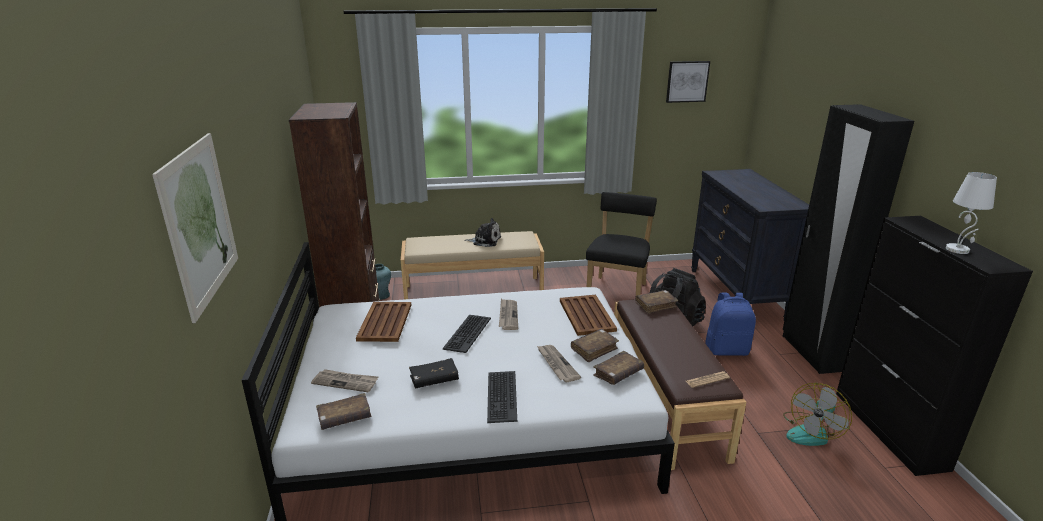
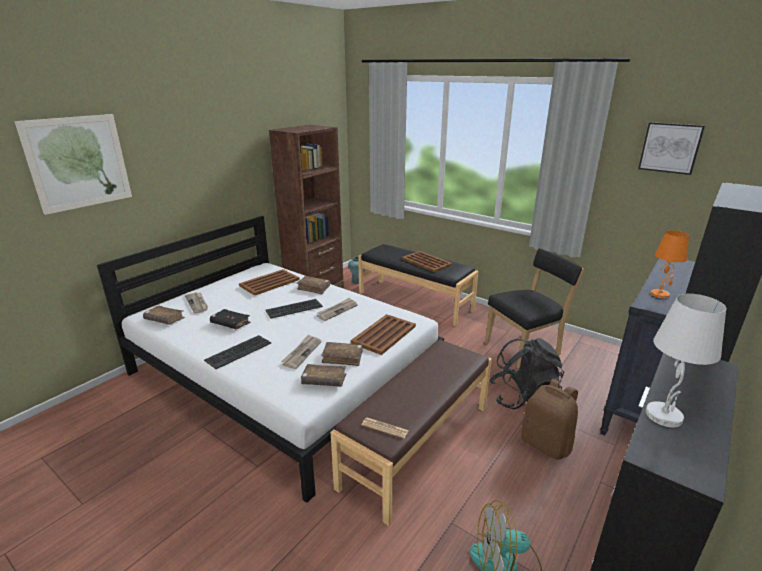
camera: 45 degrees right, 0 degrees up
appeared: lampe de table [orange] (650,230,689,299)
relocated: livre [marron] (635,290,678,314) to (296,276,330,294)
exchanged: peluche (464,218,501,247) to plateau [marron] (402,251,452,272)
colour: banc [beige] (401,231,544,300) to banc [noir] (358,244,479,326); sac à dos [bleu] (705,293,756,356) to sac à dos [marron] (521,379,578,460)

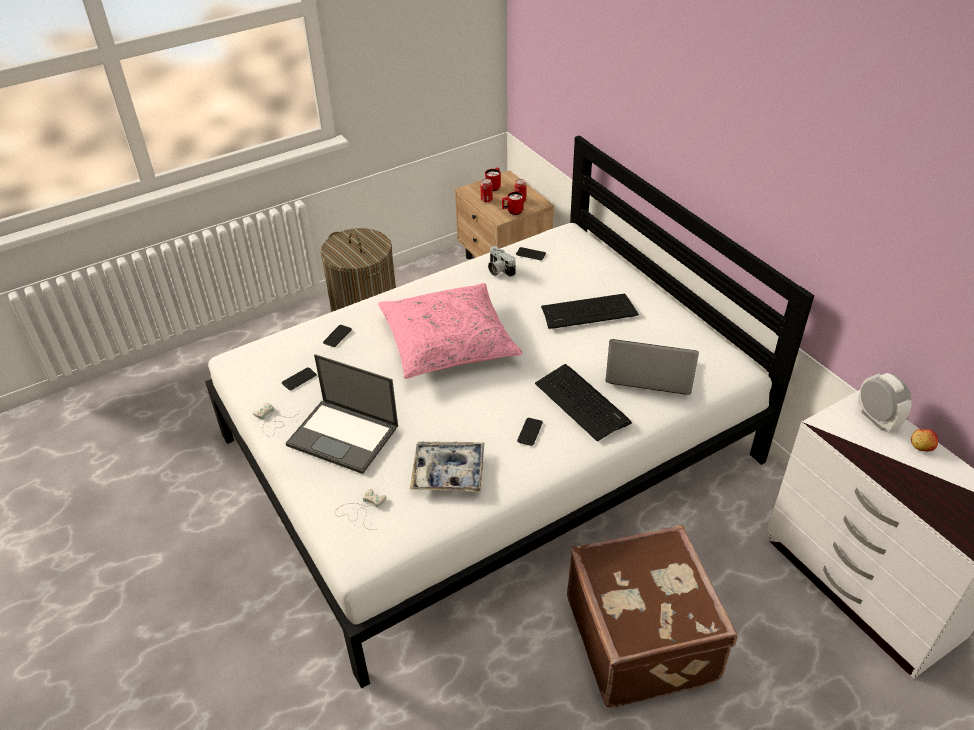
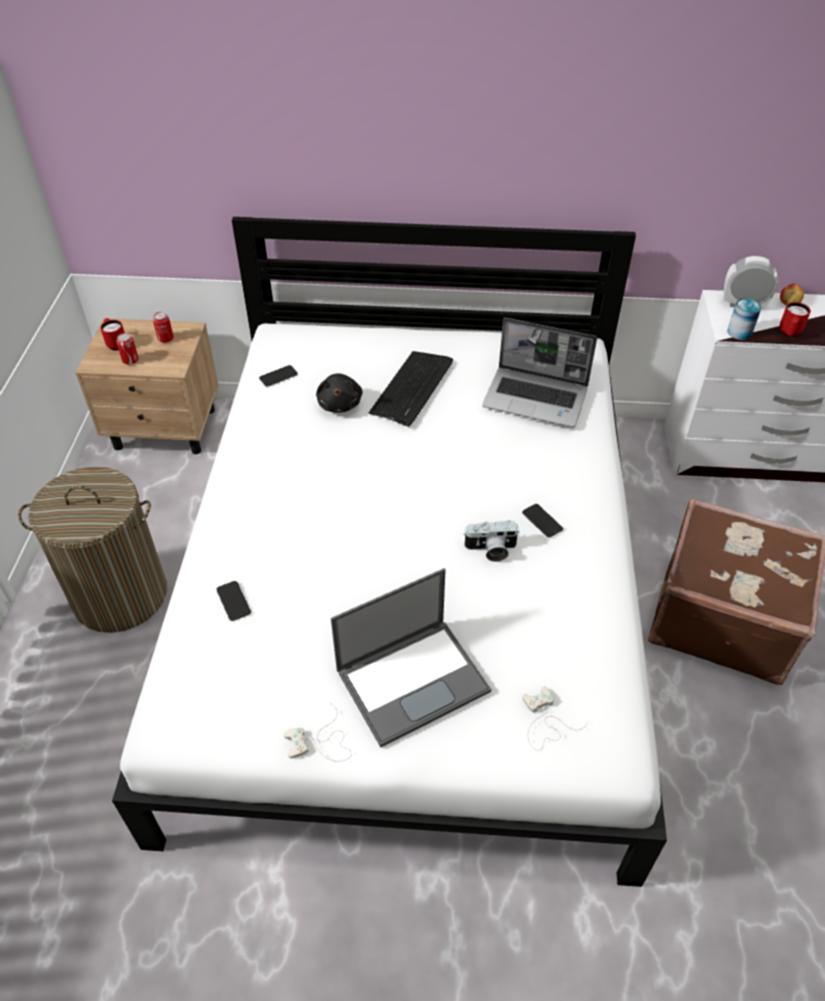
camera: 55 degrees left, 5 degrees up
missing: téléphone (282,367,317,390); coussin [rose] (378,283,523,379); plateau (410,441,484,492); clavier (535,364,632,441)
appeared: peluche [noir] (316,373,363,413); boîte métallique (727,298,762,340)
relocated: appareil photo (488,246,515,277) to (463,521,520,562); mug [rouge] (502,192,524,215) to (780,302,811,336)
spun: ordinateur portable (606,339,699,395) = (482,318,597,427) 120 degrees counterclockwise

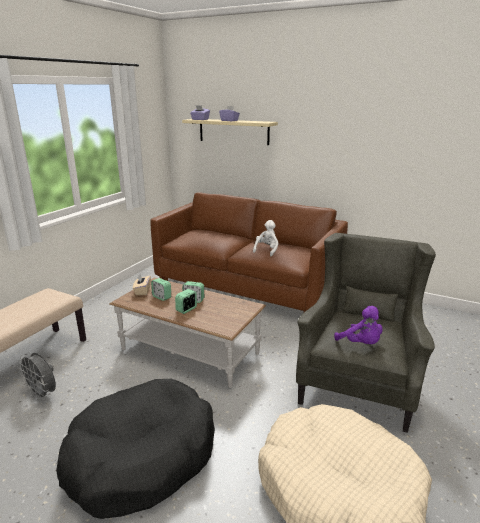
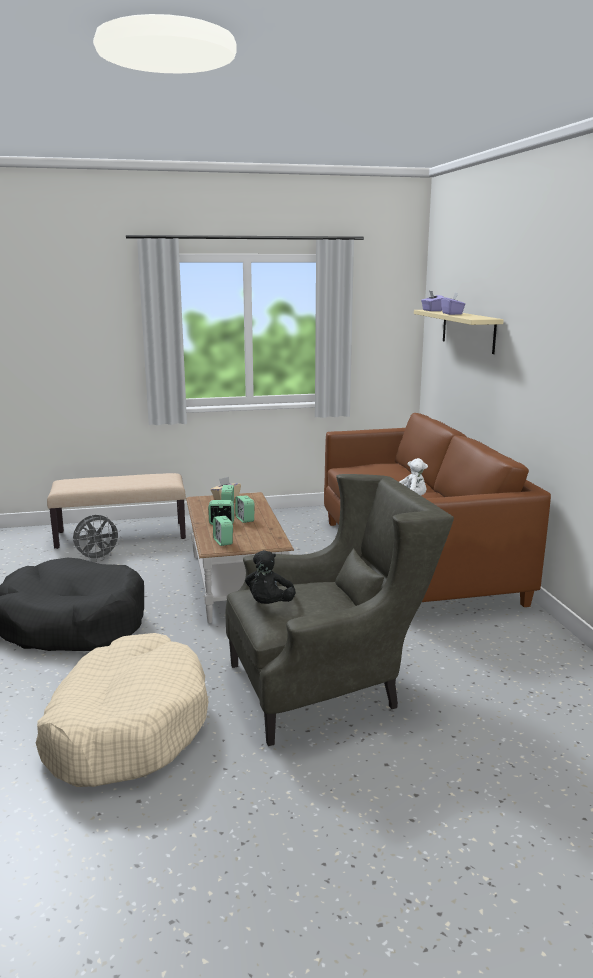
camera: 50 degrees right, 5 degrees down
appeared: réveil (213,516,233,546)
colour: peluche [violet] (334,306,383,344) to peluche [noir] (245,550,296,604)
spun: ventilateur [gris] (17,353,56,401) = (73,515,122,562) 120 degrees counterclockwise

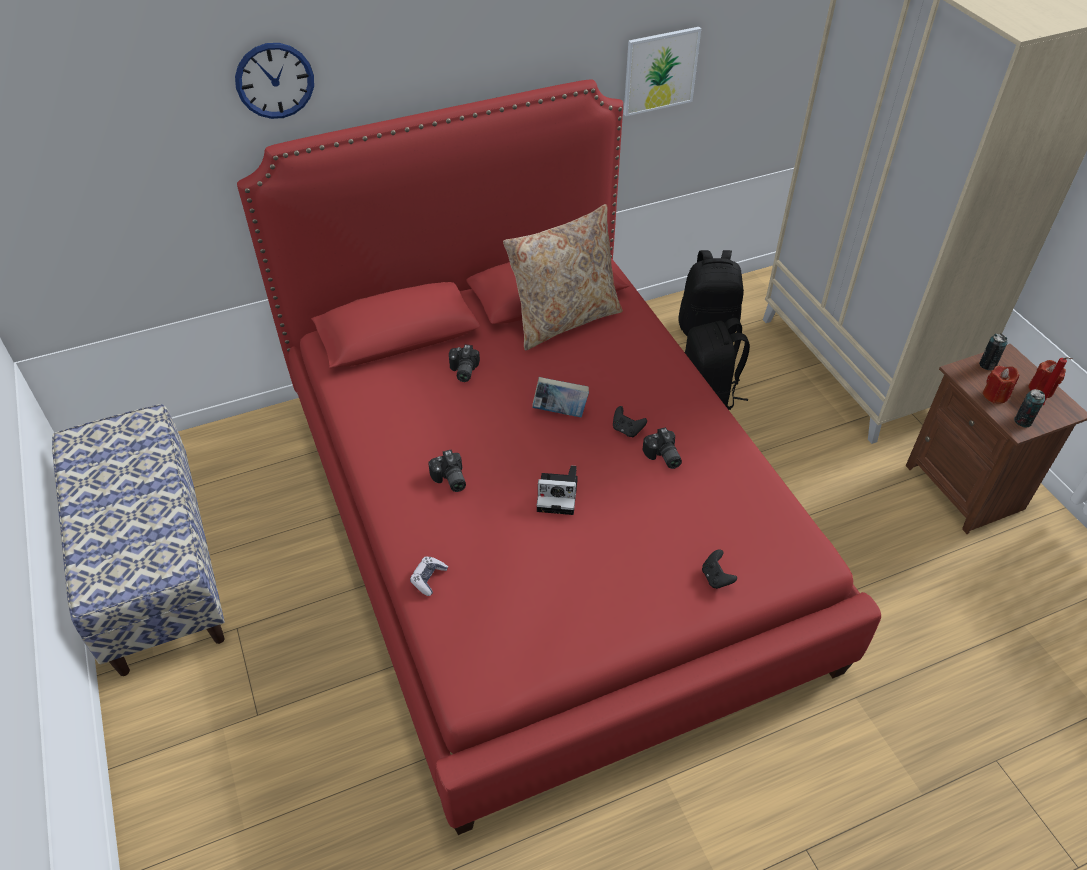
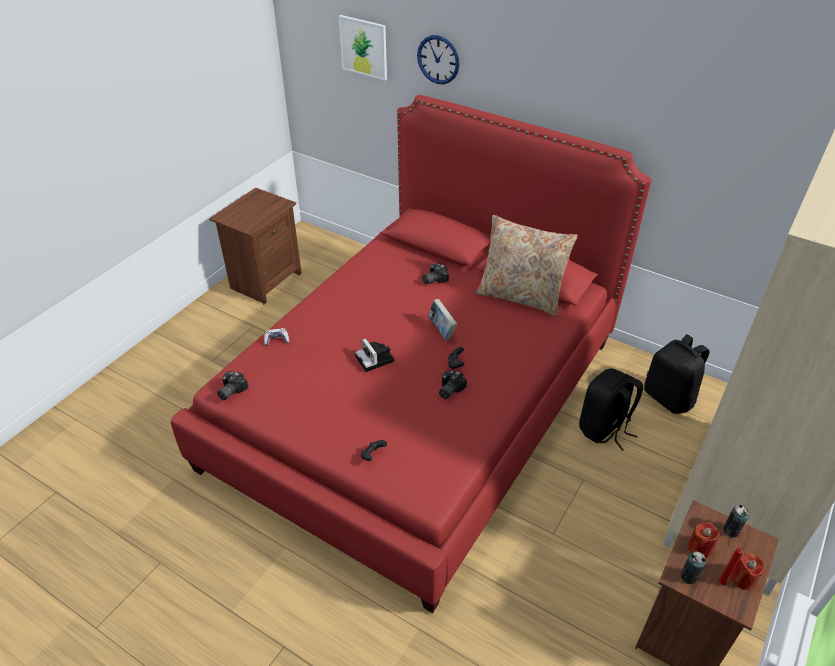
camera: 55 degrees right, 5 degrees down
relocated: appareil photo (428,449,466,492) to (217,371,248,400); tableau (624,27,701,116) to (339,15,387,80)
exchanged: banc (52,404,225,676) to table de chevet [marron] (209,187,302,305)

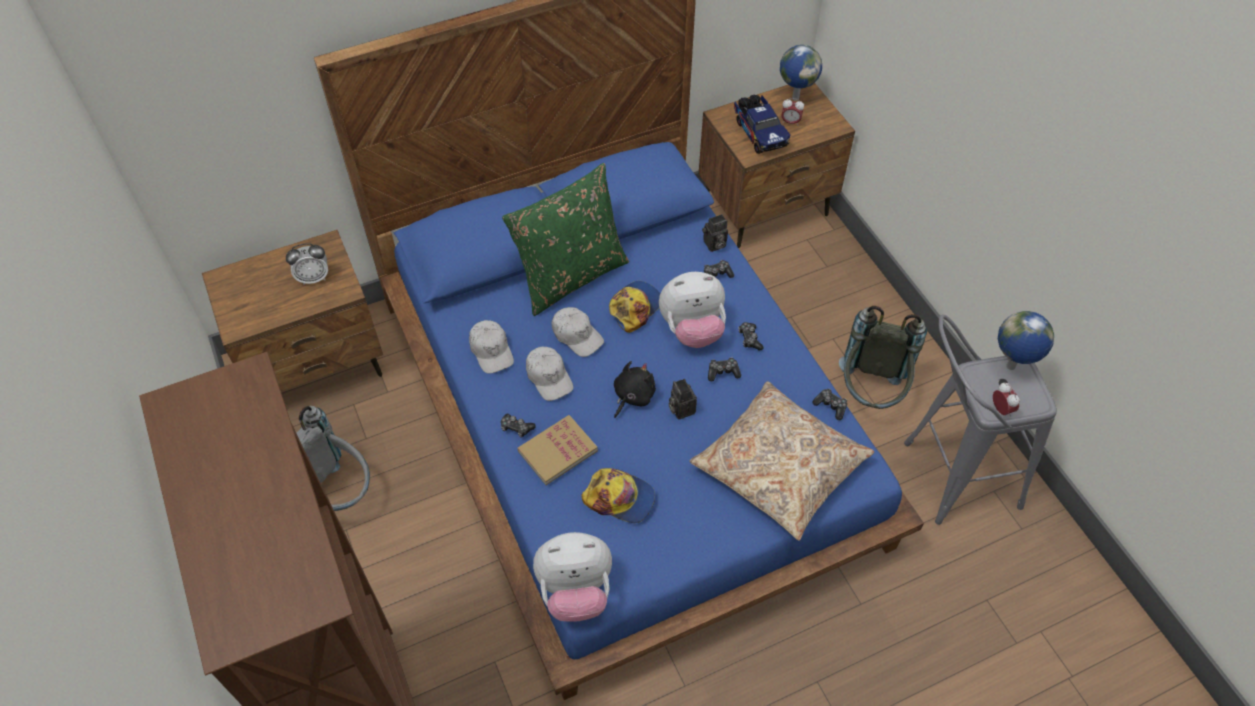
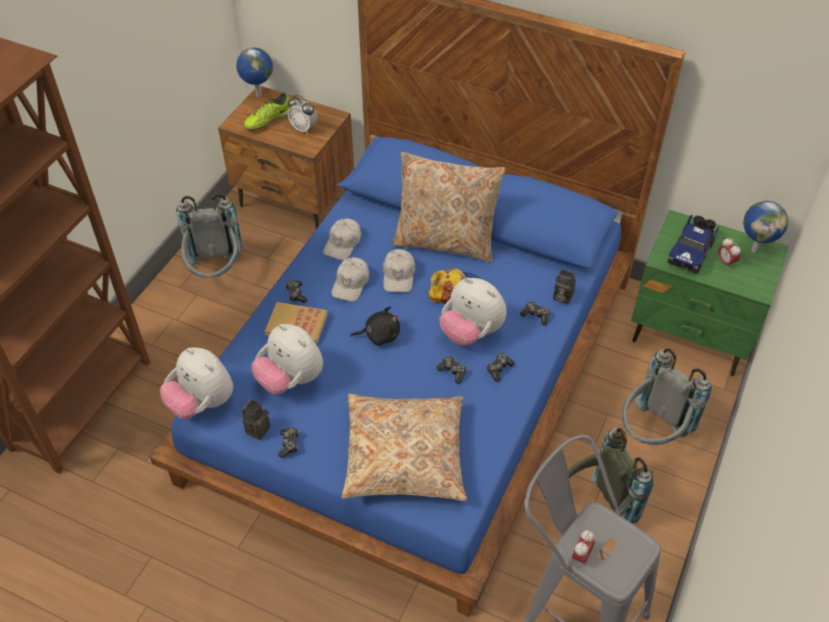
camera: 50 degrees right, 5 degrees down
appeared: chaussure (244,92,290,130); sac à dos [gris] (622,348,712,445)
relocated: appareil photo (669,379,697,420) to (242,398,270,440); manette (812,389,847,420) to (278,427,299,458); globe (998,311,1054,370) to (236,47,273,97)
exchanged: casquette (582,468,655,523) to peluche (252,324,323,395)
colour: coussin [vert] (502,163,629,316) to coussin [beige] (392,152,506,263); table de chevet [marron] (699,83,855,248) to table de chevet [vert] (631,210,789,376)

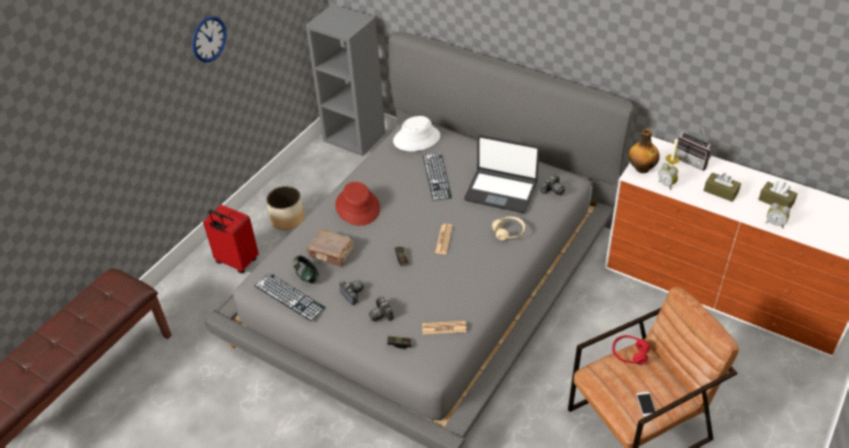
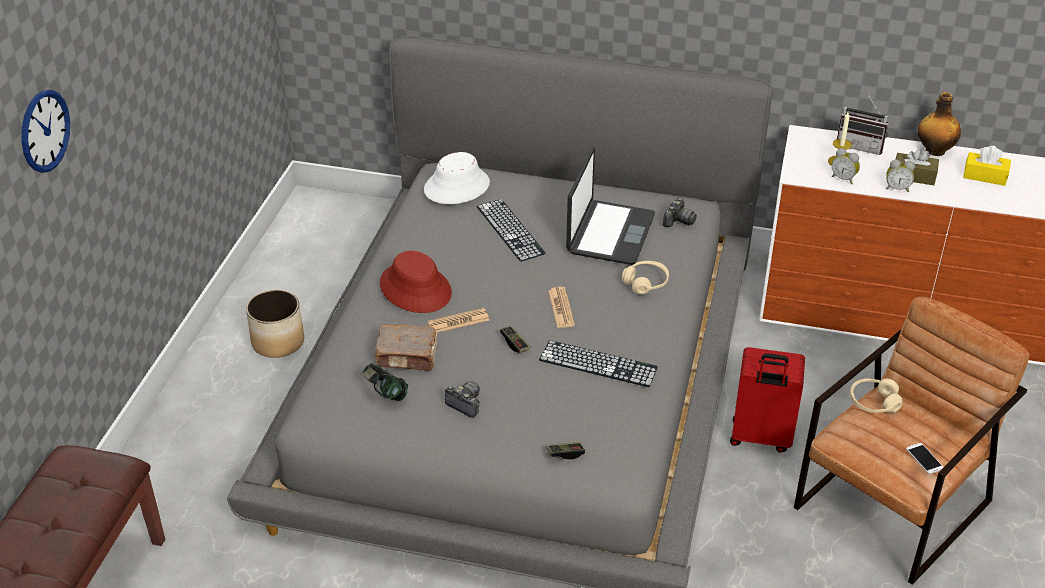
camera: 20 degrees left, 5 degrees down
missing: bibliothèque [gris] (306,4,386,156); appareil photo (369,296,394,321)
relocated: horloge murale (192,16,227,63) to (21,90,70,173); valise [rouge] (203,205,259,273) to (730,347,805,453); clavier (254,273,326,321) to (539,340,658,387); journal (422,321,466,334) to (428,308,489,333); bouteille (628,129,660,173) to (918,92,961,156); réveil (766,203,790,228) to (886,159,915,192)
colour: casque audio [rouge] (612,335,650,365) to casque audio [beige] (850,378,902,413); boîte à mouchoirs [marron] (758,181,798,209) to boîte à mouchoirs [jaune] (963,146,1011,186)
spun: ordinateur portable (464,135,540,213) = (566,147,655,265) 75 degrees counterclockwise

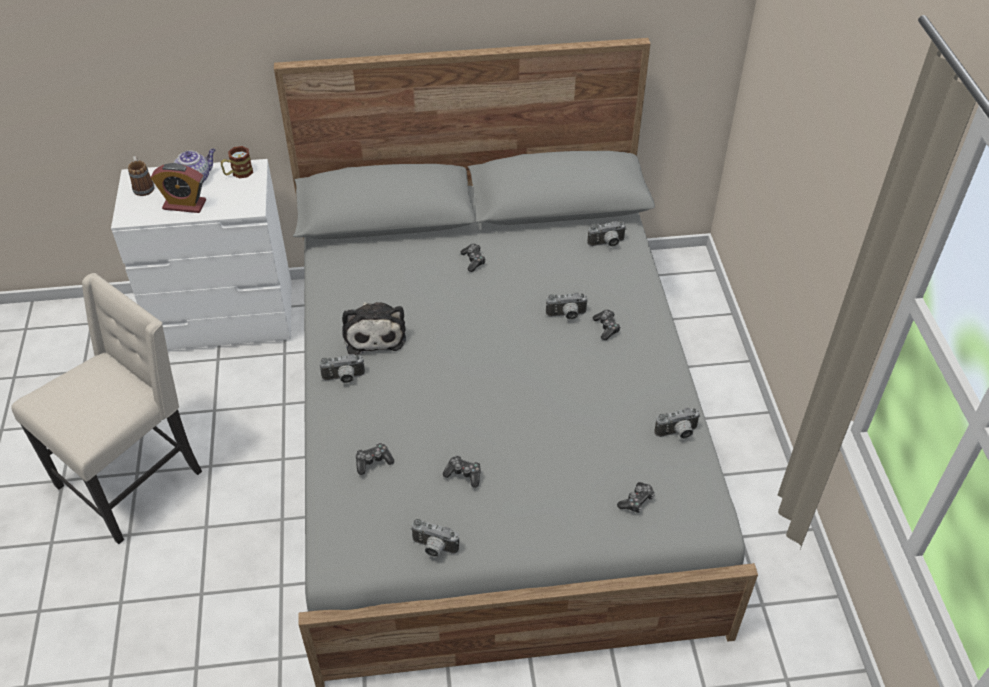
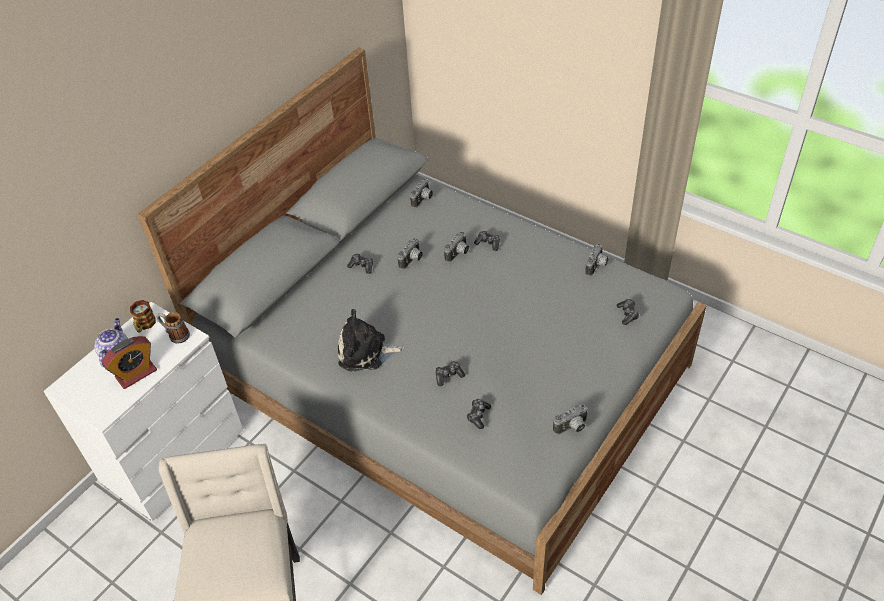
camera: 45 degrees left, 0 degrees up
relocated: mug (128,156,155,196) to (157,312,190,344); appareil photo (320,354,365,383) to (397,238,423,270); manette (443,455,481,488) to (435,361,465,386)
spun: peluche (342,302,406,355) = (338,309,404,372) 150 degrees clockwise

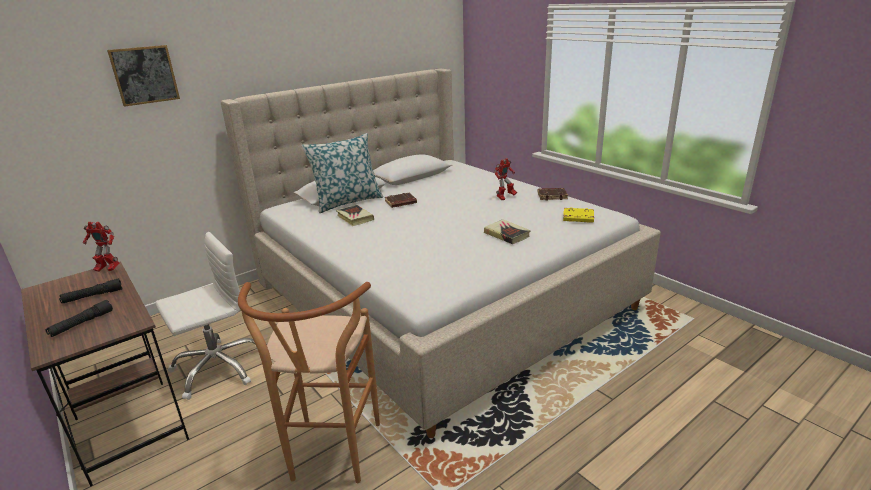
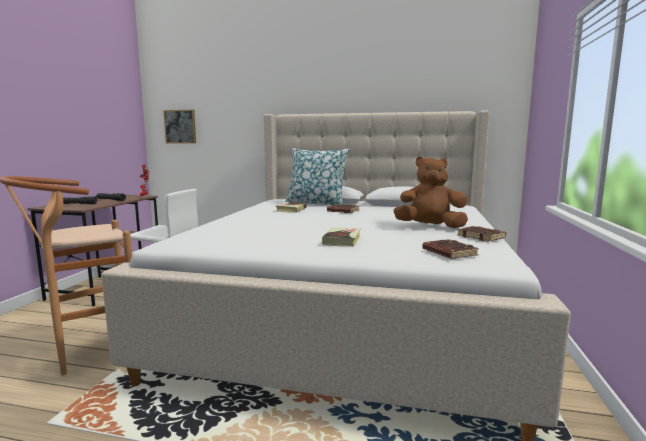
camera: 50 degrees right, 15 degrees down
relocated: tableau (107,45,180,107) to (163,110,196,144)
exchanged: robot jouet (494,158,517,200) to peluche [marron] (393,157,468,228)
colour: livre [jaune] (563,207,594,223) to livre [marron] (422,239,479,259)

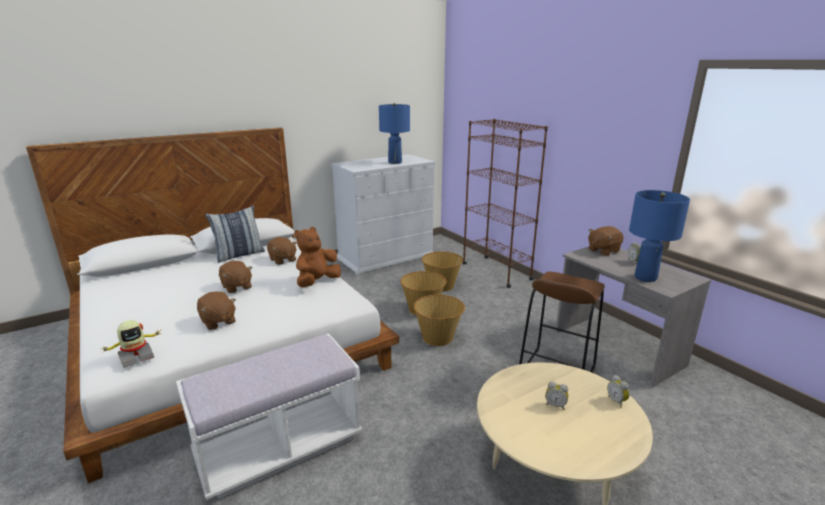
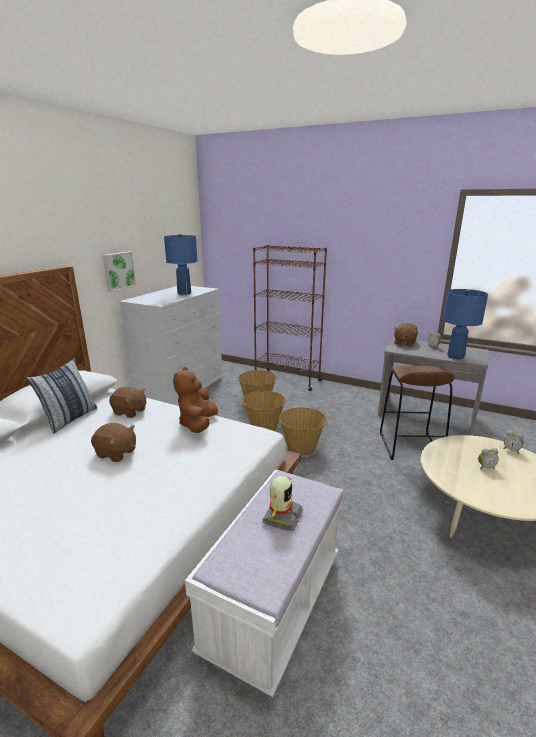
camera: 30 degrees left, 0 degrees up
missing: peluche [marron] (197,291,236,330)
appeared: tableau (103,251,137,292)
relocated: robot jouet (102,320,162,368) to (262,476,303,531)

